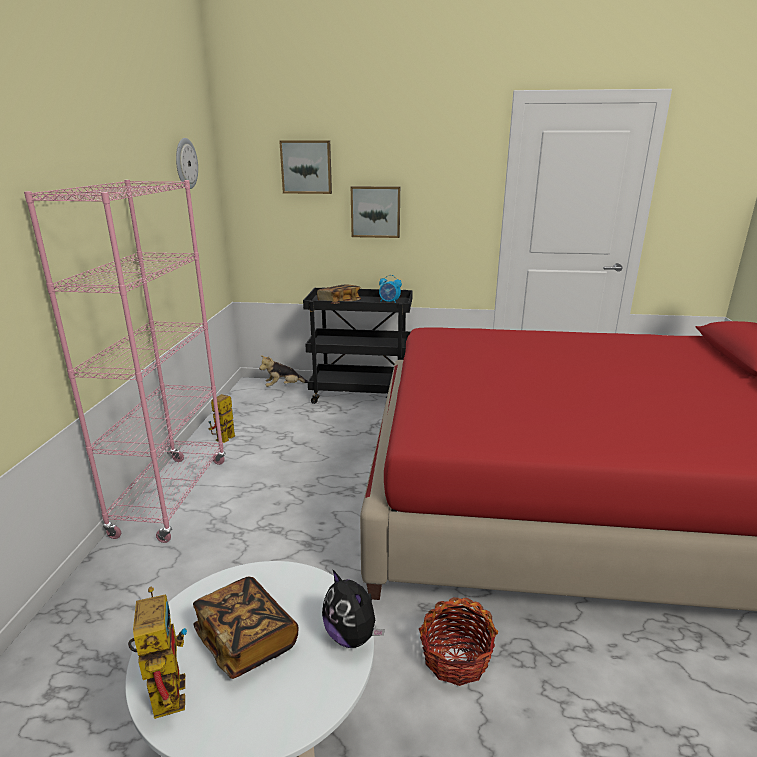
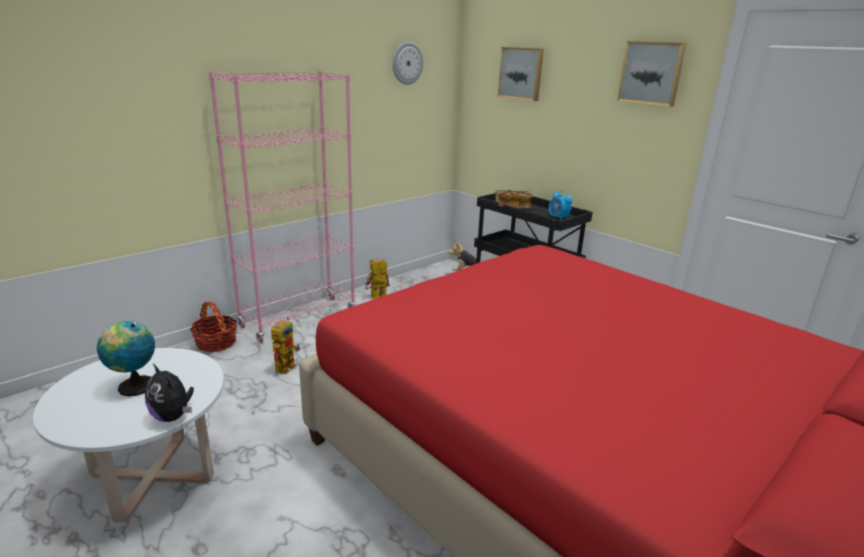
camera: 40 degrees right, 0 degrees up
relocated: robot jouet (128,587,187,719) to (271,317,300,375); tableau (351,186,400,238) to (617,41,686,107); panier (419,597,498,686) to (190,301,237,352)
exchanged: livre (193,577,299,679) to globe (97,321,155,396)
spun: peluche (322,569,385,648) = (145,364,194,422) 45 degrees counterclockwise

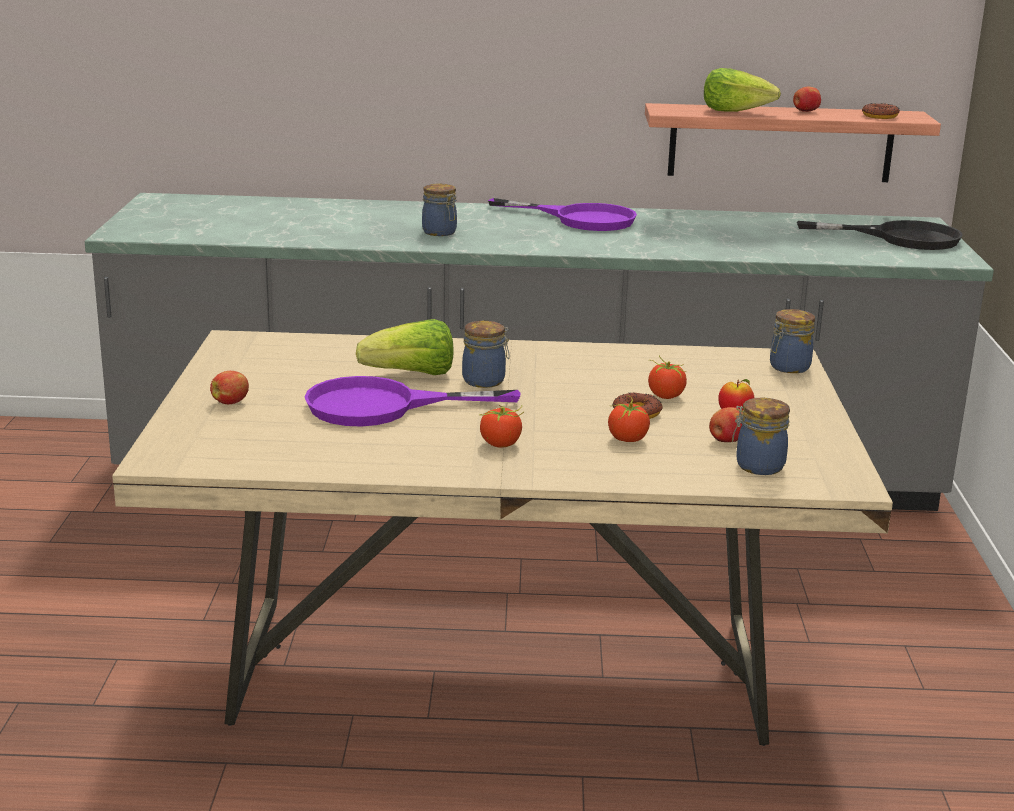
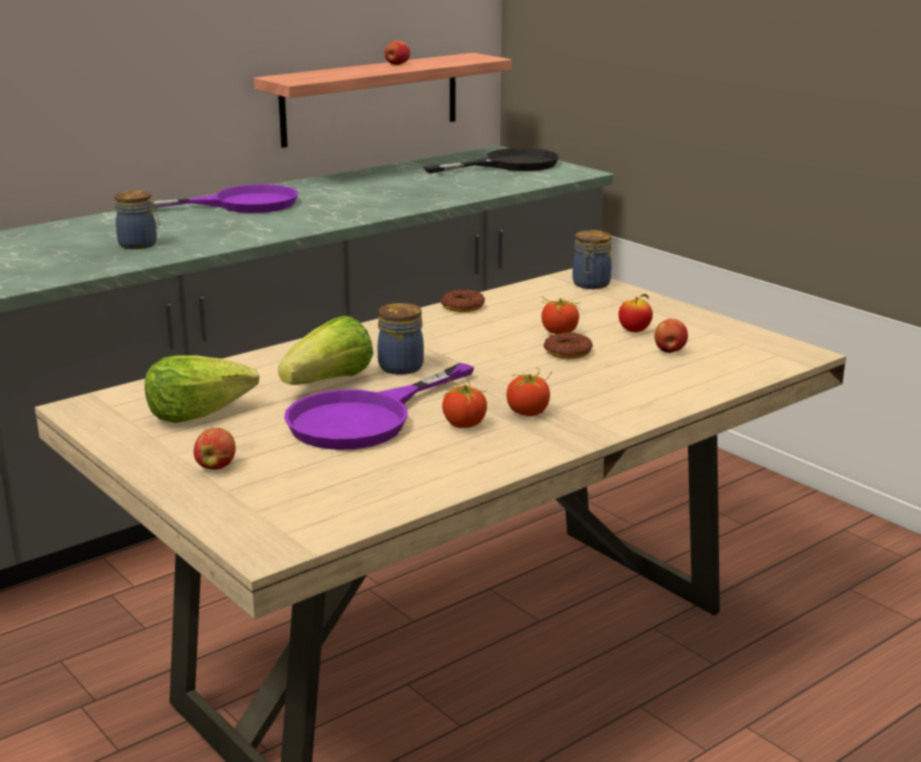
camera: 40 degrees left, 0 degrees up
missing: bocal (732,397,790,475)
relocated: tomate (608,396,650,442) to (442,378,487,428); laitue (704,68,781,112) to (145,355,259,423); beignet (862,103,900,119) to (440,289,485,312)

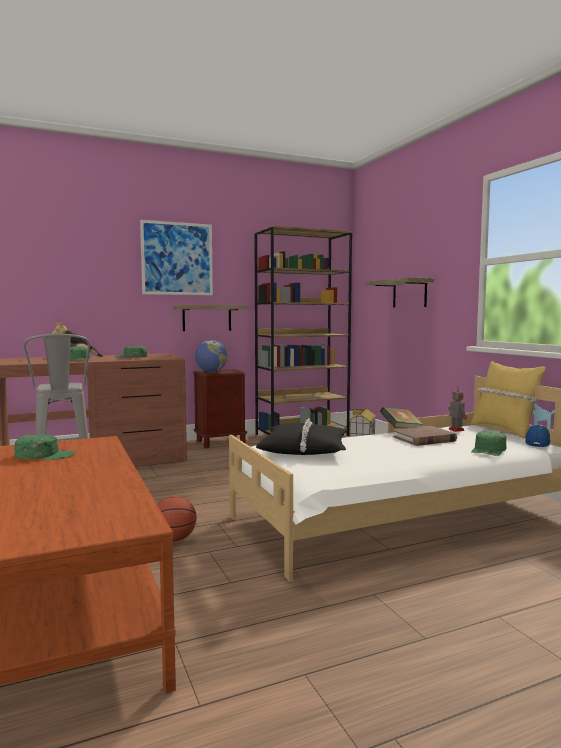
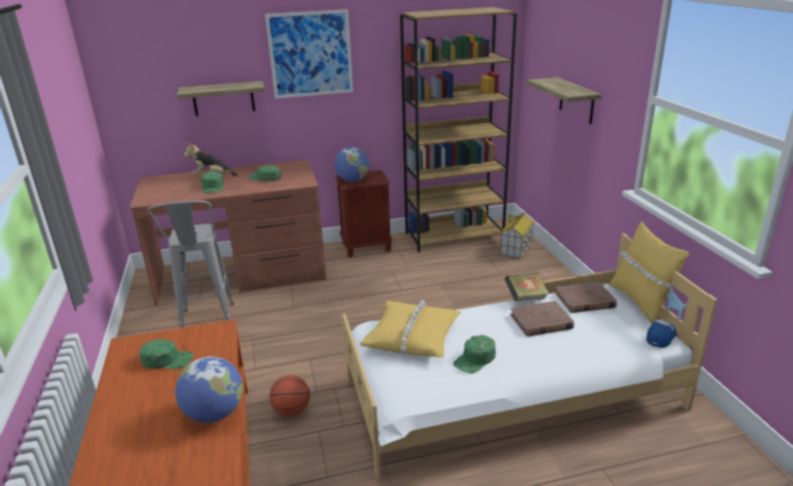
camera: 10 degrees right, 20 degrees up
appeared: globe (175,357,243,423)
relocated: étagère (173,305,249,331) to (177,81,265,116); casquette [vert] (471,430,506,456) to (453,335,496,374)
exchanged: robot jouet (448,386,467,432) to livre [marron] (555,282,617,313)
colour: coussin [noir] (256,418,348,455) to coussin [jaune] (360,300,461,358)

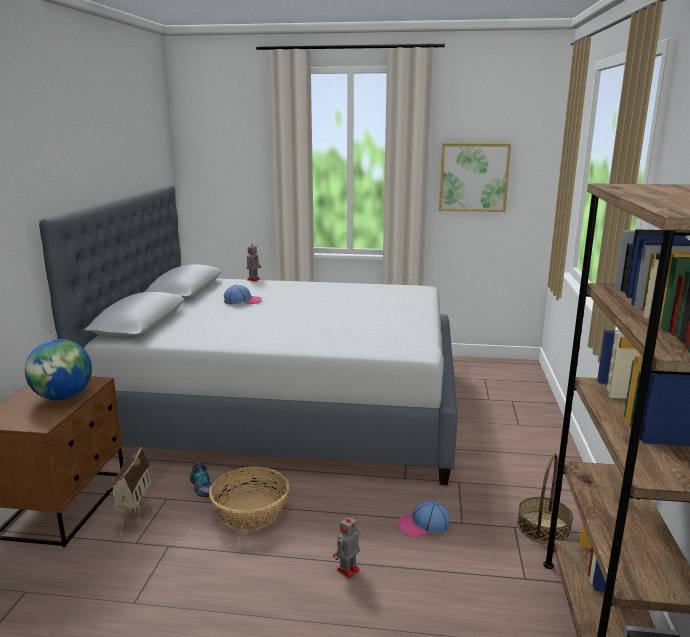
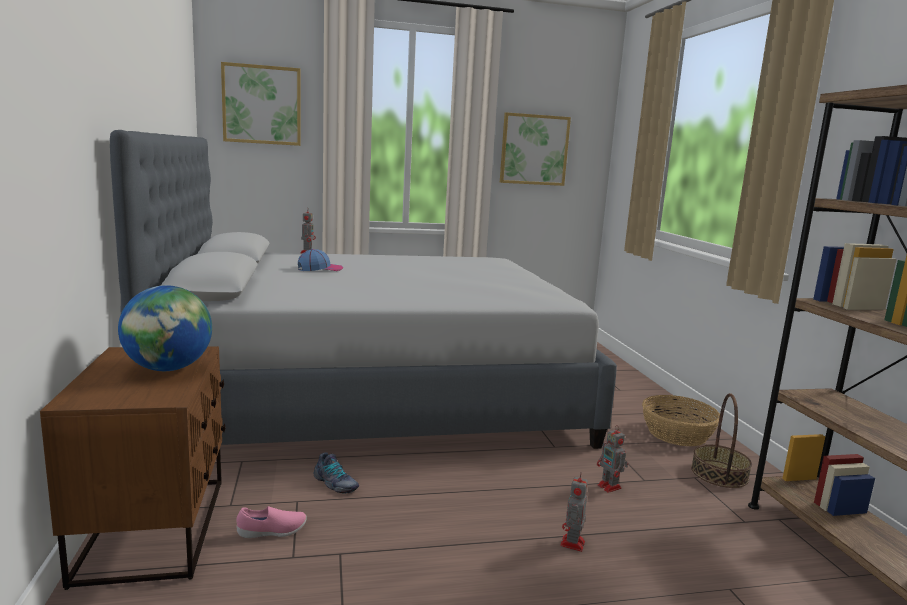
camera: 20 degrees left, 5 degrees down
appeared: tableau (221,62,301,146)
relocated: panier (209,466,289,531) to (642,395,720,446)
exchanged: maison miniature (109,447,152,536) to chaussure [rose] (237,506,307,538); casquette (397,500,450,537) to robot jouet (597,425,628,493)

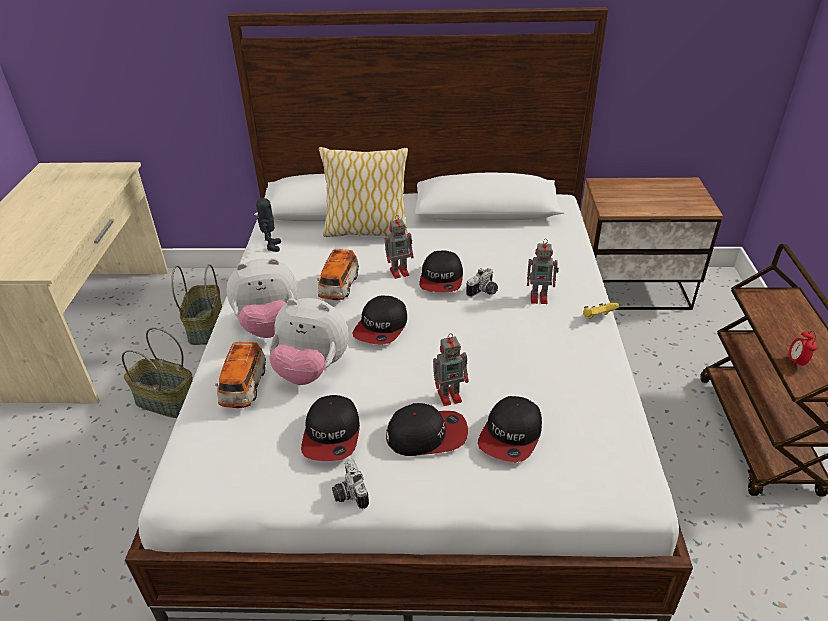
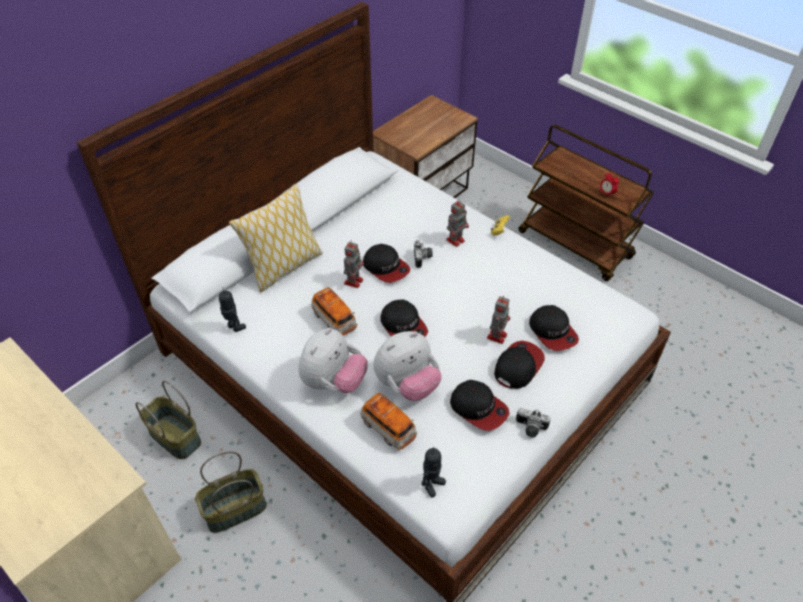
camera: 50 degrees left, 10 degrees up
appeared: robot jouet (422,447,446,497)

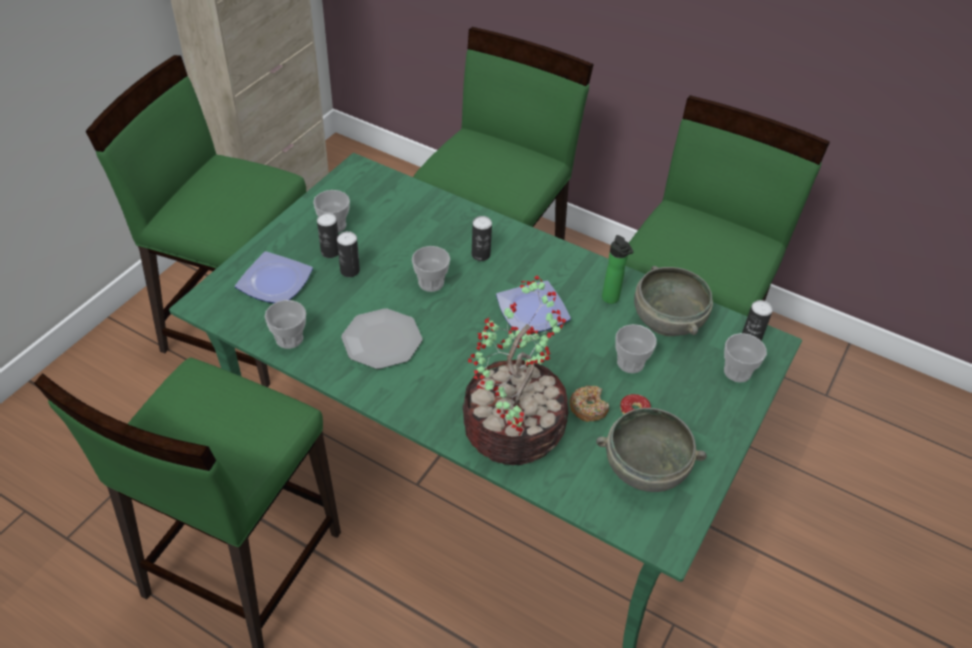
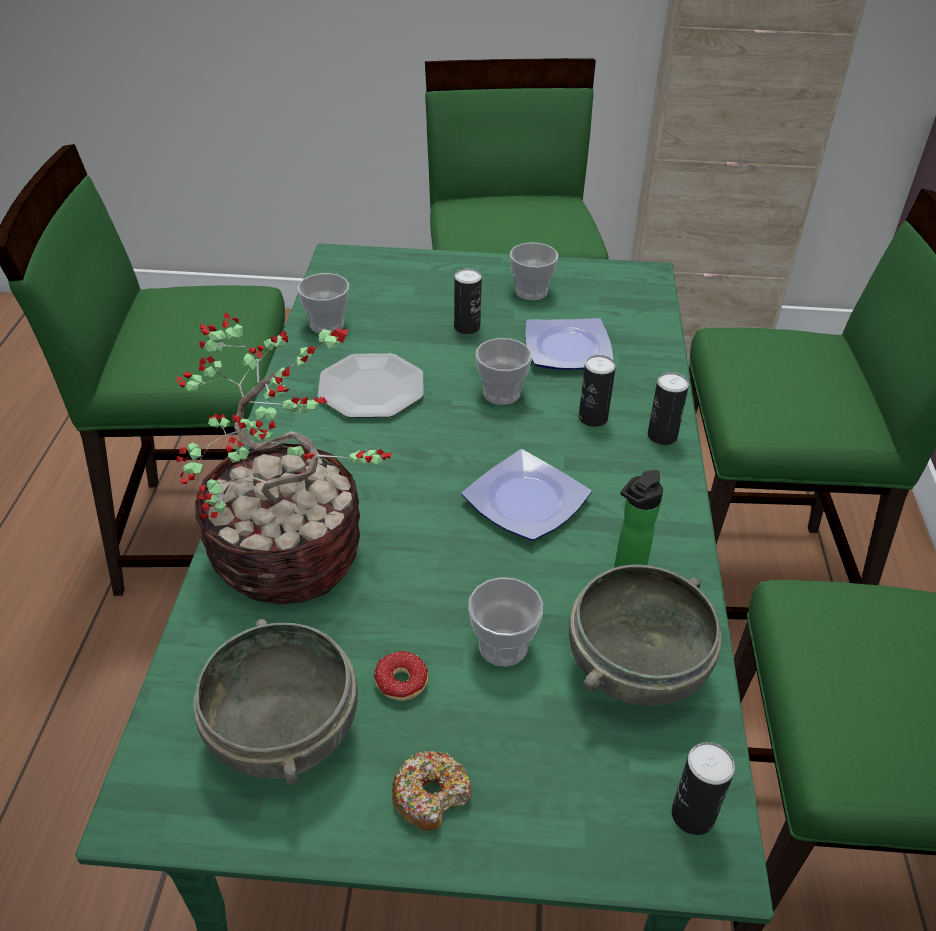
camera: 65 degrees right, 5 degrees down
missing: tasse (724,333,767,382)
relocated: assiette (235,251,313,303) to (525,318,613,370); boîte métallique (317,213,338,258) to (648,372,689,445); beignet (569,386,609,422) to (392,751,472,831)

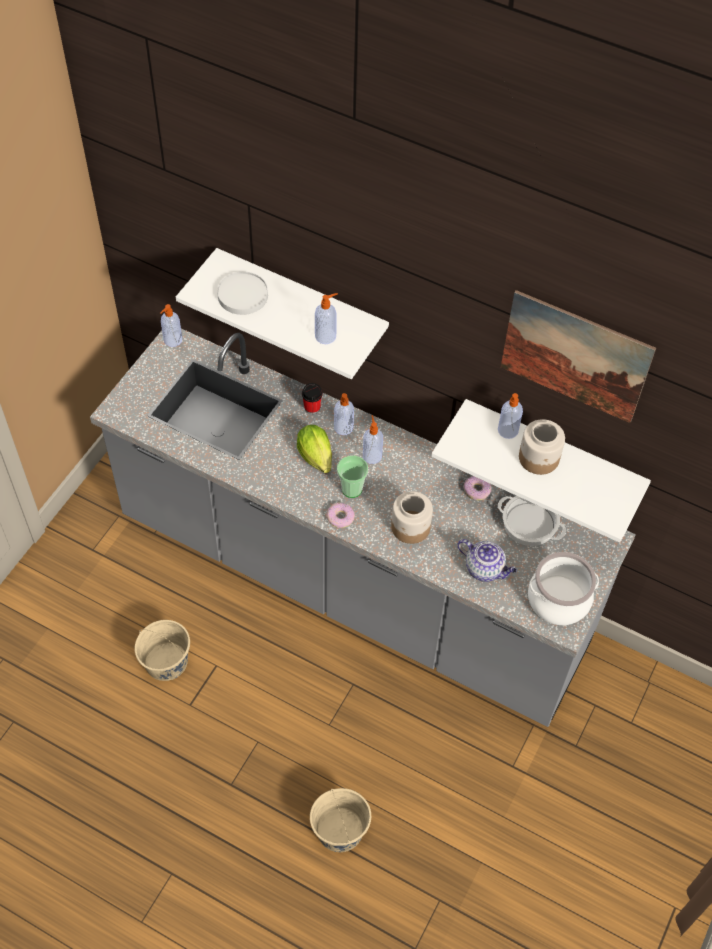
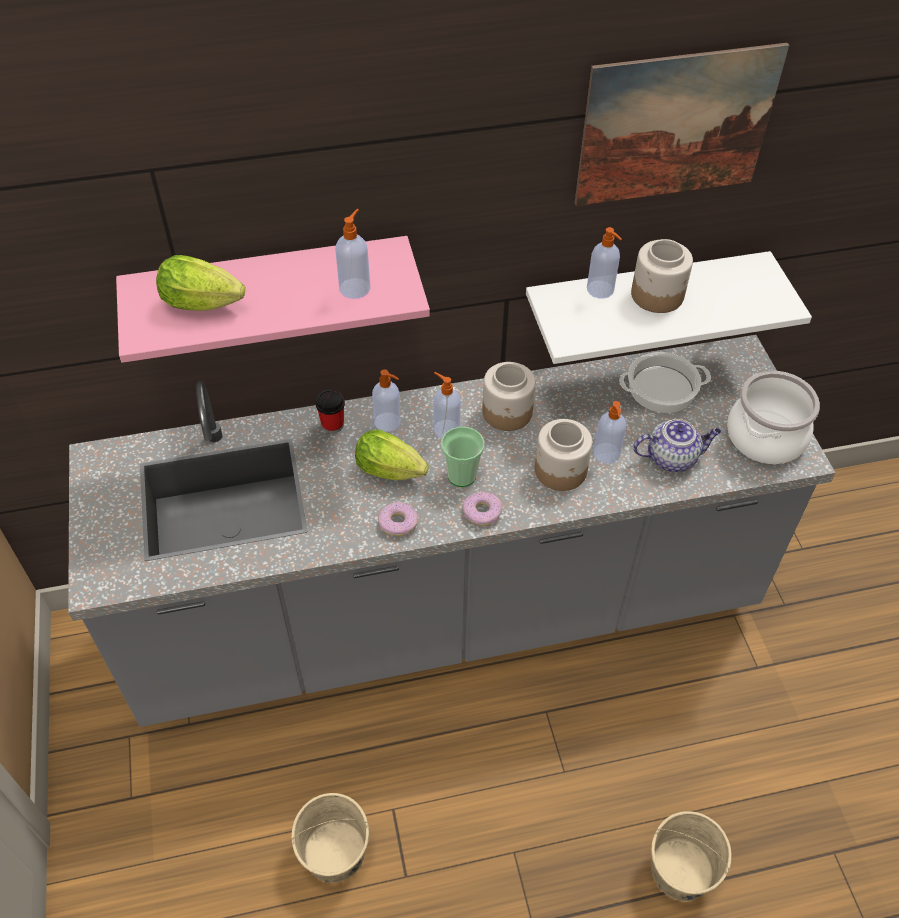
camera: 40 degrees left, 5 degrees down
appeared: bocal (482,362,536,431)
relocated: distributeur de savon (160,304,182,347) to (593,401,626,464); beignet (463,476,491,500) to (378,502,418,536)
exchanged: assiette [blanc] (217,272,268,315) to laitue (156,255,245,311)
colour: étagère [blanc] (176,248,389,379) to étagère [rose] (116,236,430,363)

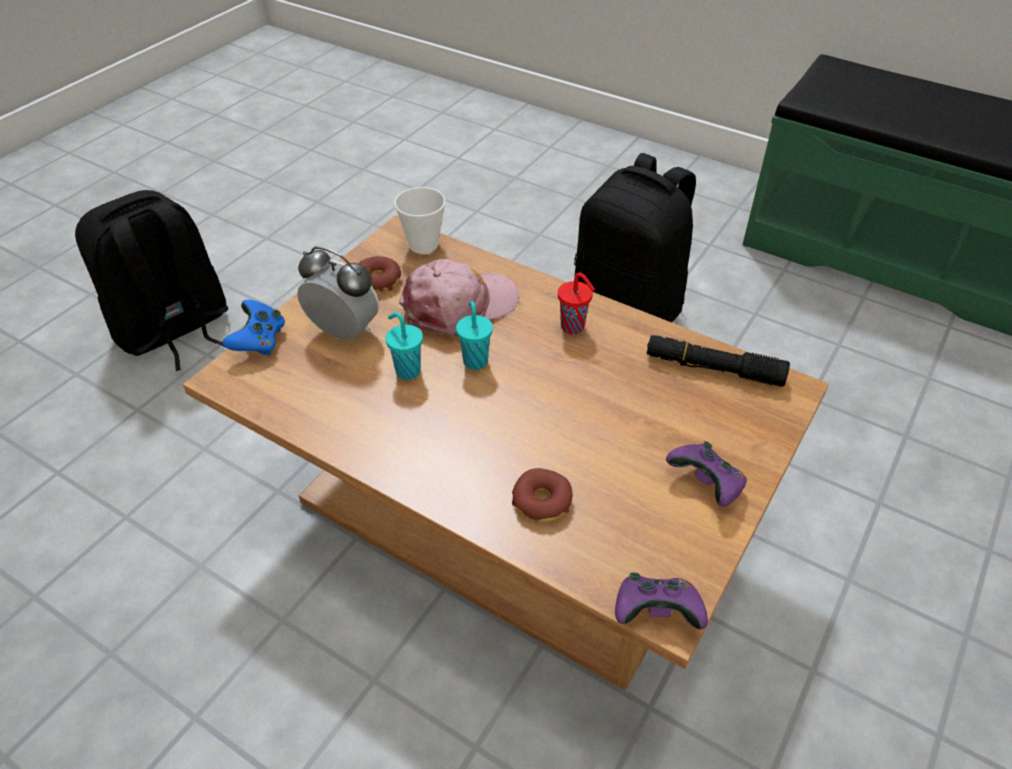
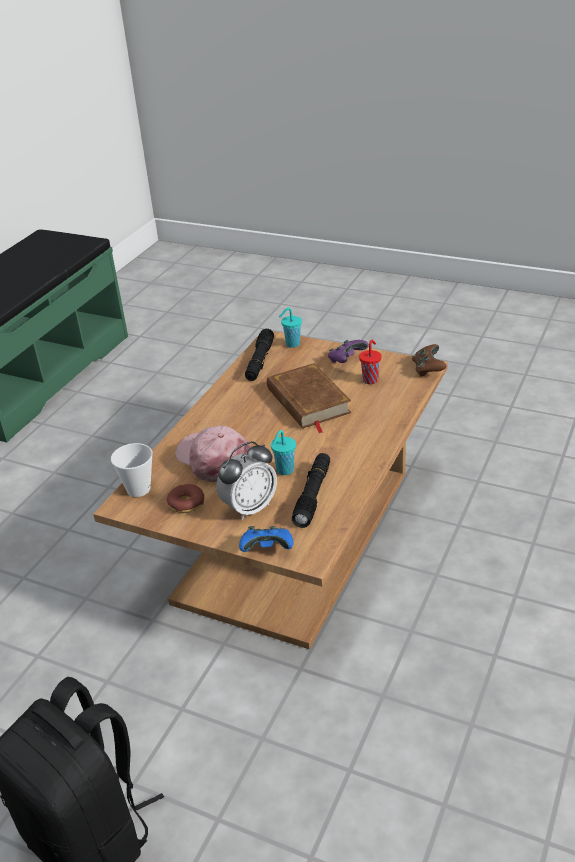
camera: 95 degrees left, 10 degrees down
missing: beignet (512,468,573,522); sac à dos [noir] (574,153,696,322)
appeared: livre [marron] (267,363,351,433); lampe de poche [noir] (292,453,330,528)
relocated: tasse [turquoise] (456,301,493,370) to (279,308,302,348); tasse [rouge] (558,273,595,334) to (359,340,381,384)
colour: manette [violet] (615,572,708,630) to manette [marron] (412,344,446,377)
spun: réveil (297,247,380,340) = (216,441,277,520) 150 degrees counterclockwise

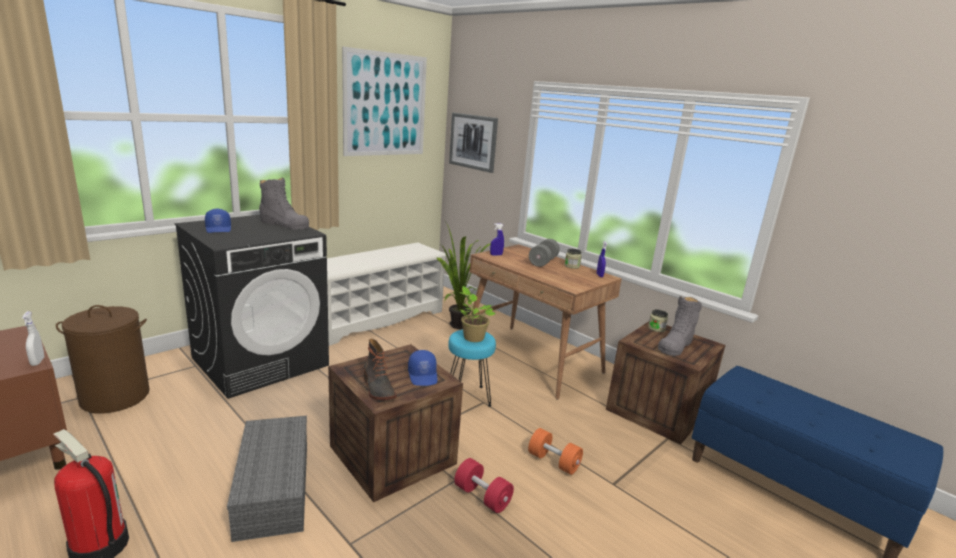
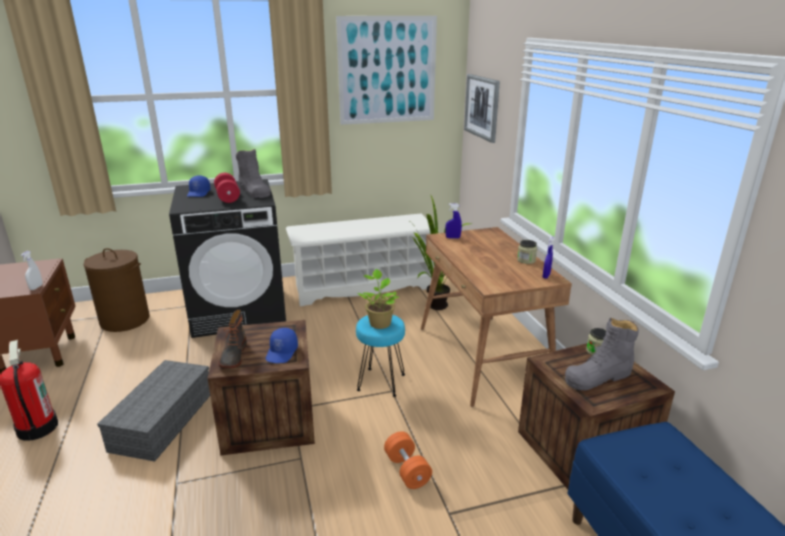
camera: 30 degrees right, 5 degrees up
missing: haltère [gris] (529,239,560,267)
relocated: haltère [rouge] (454,458,514,513) to (214,173,240,203)

